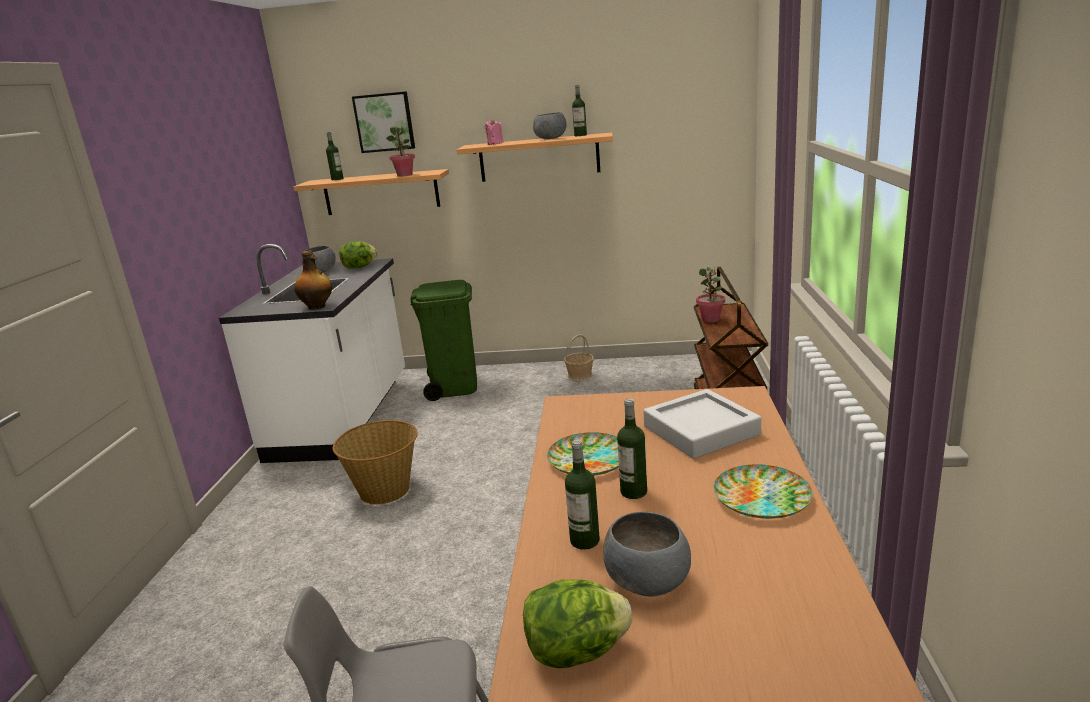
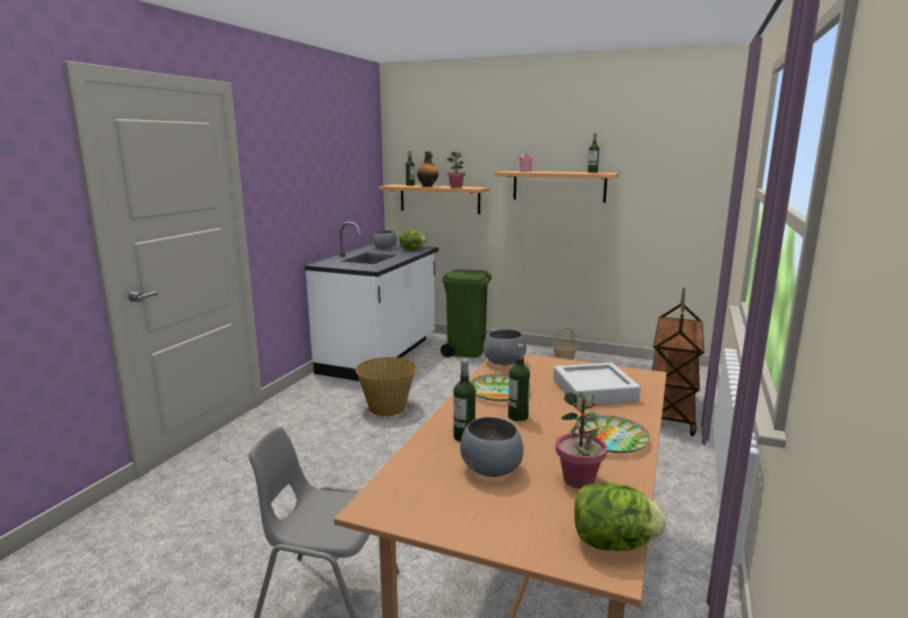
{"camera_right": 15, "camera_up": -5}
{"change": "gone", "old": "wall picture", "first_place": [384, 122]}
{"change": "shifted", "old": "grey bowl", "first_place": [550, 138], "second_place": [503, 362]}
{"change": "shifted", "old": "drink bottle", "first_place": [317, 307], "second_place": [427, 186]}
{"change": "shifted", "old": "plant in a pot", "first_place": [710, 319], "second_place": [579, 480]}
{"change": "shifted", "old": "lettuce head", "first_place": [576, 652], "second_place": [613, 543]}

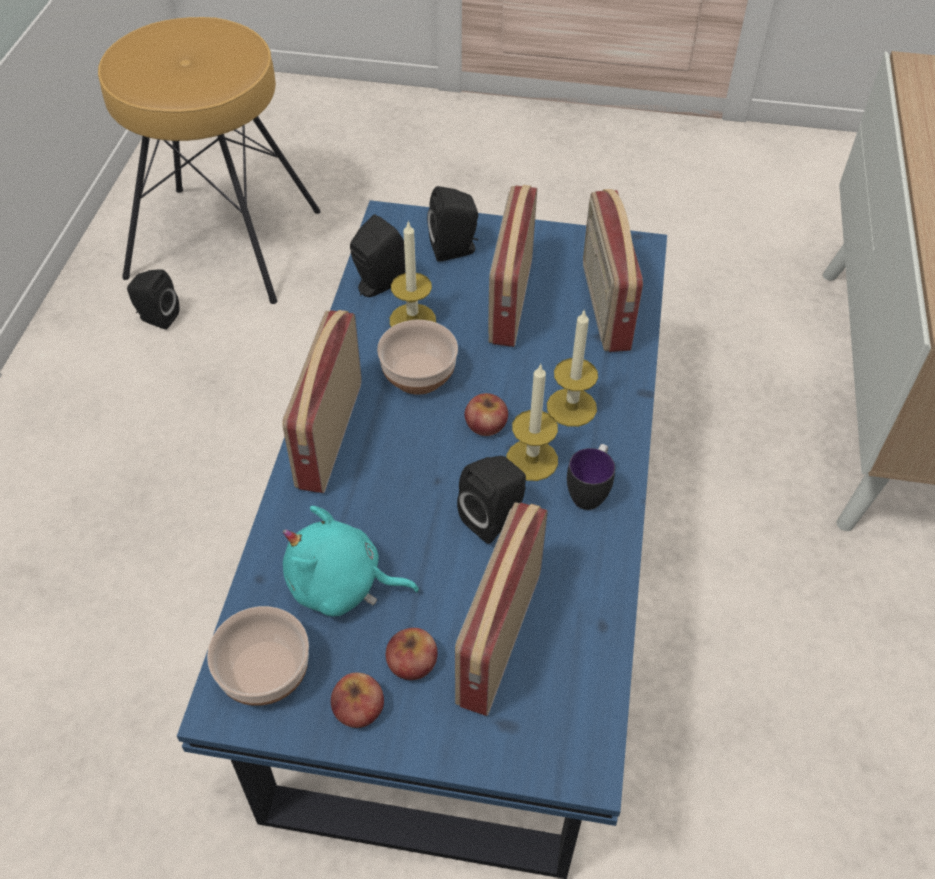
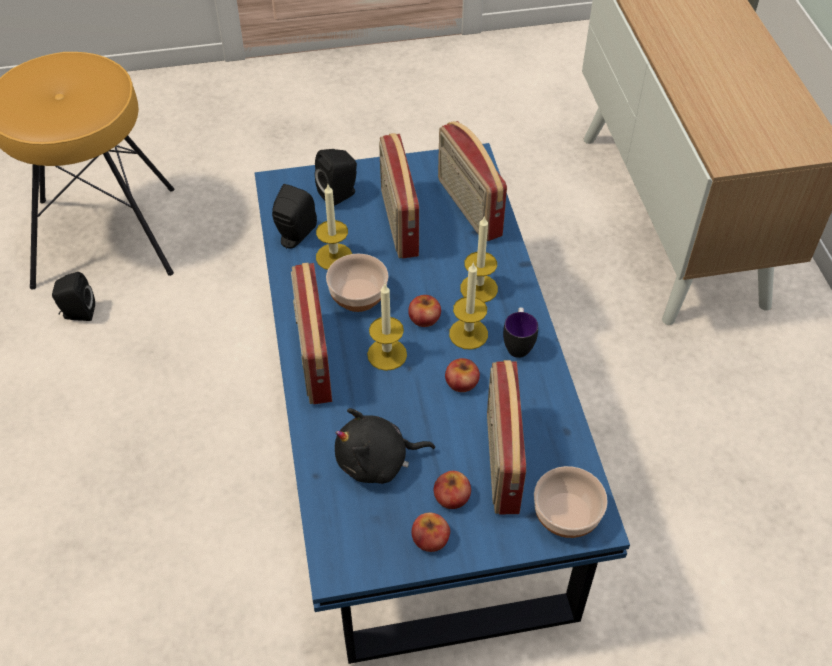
{"camera_right": -20, "camera_up": 0}
{"change": "swapped", "old": "blackish audio speaker", "new": "apple fruit", "first_place": [494, 518], "second_place": [462, 382]}
{"change": "repainted", "old": "blue-green cuddly toy", "new": "blackish cuddly toy", "first_place": [341, 585], "second_place": [377, 461]}
{"change": "shifted", "old": "bowl", "first_place": [266, 671], "second_place": [566, 514]}
{"change": "new", "new": "wax candle", "second_place": [387, 354]}

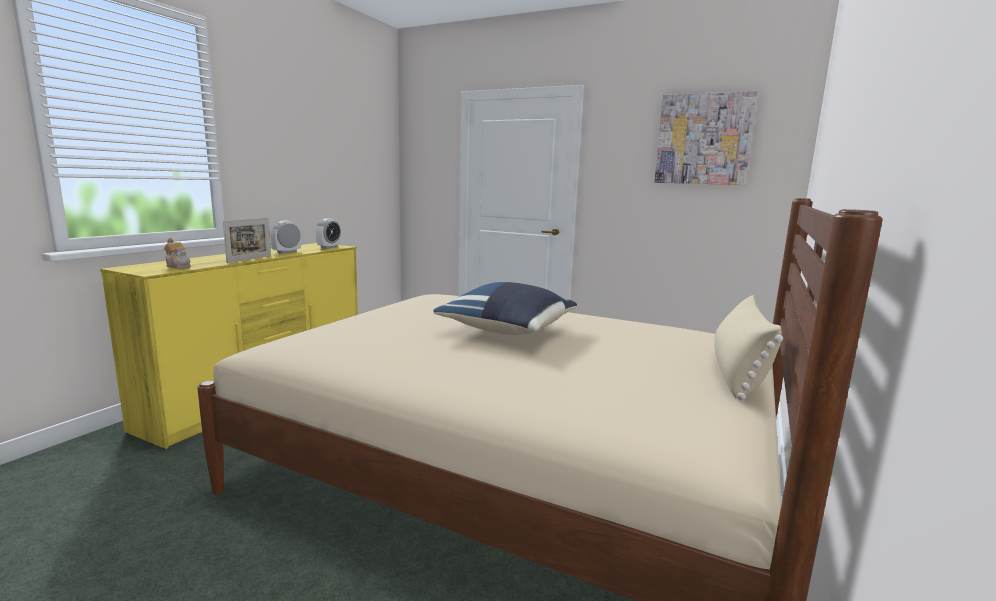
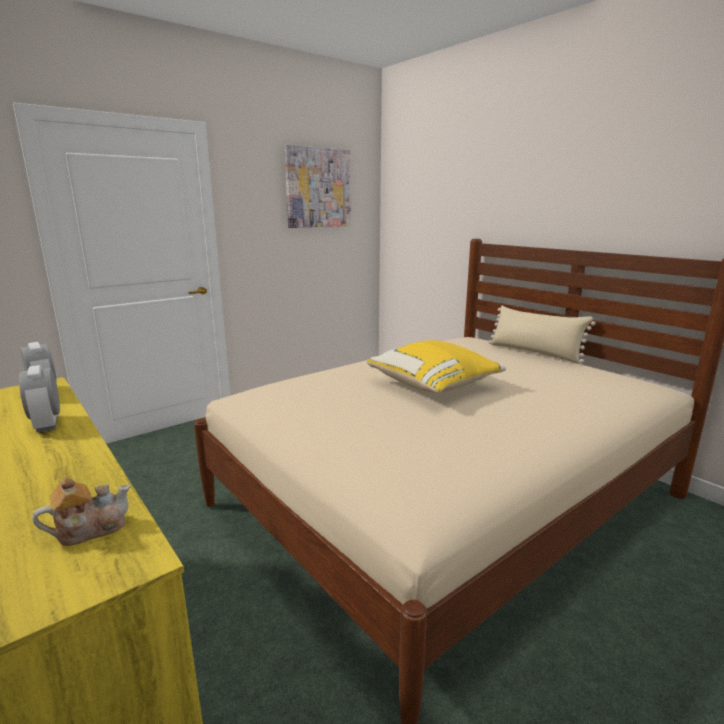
{"camera_right": -65, "camera_up": 5}
{"change": "gone", "old": "picture frame", "first_place": [249, 259]}
{"change": "repainted", "old": "bluish cushion", "new": "yellowish cushion", "first_place": [508, 331], "second_place": [435, 386]}

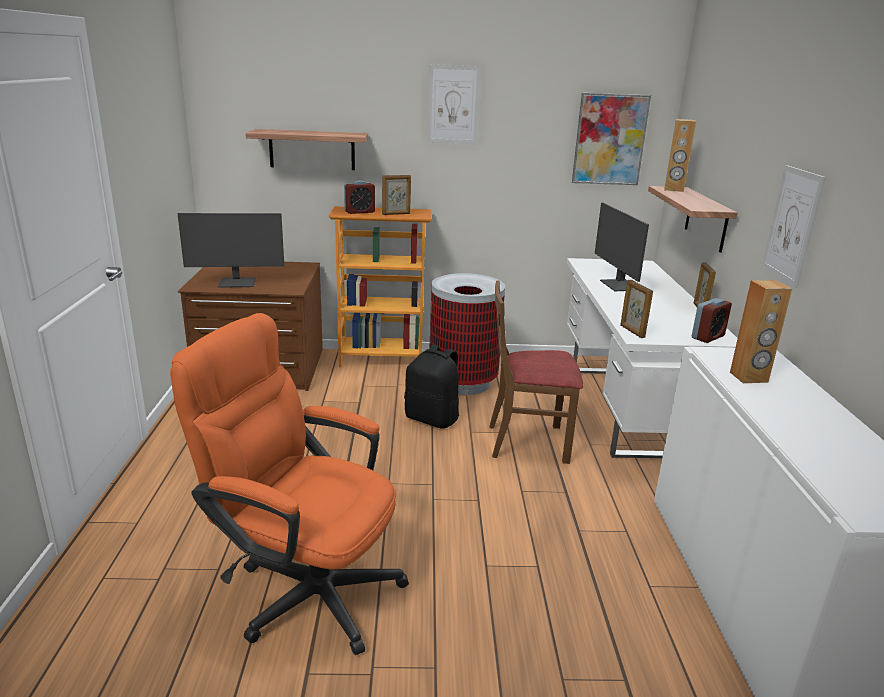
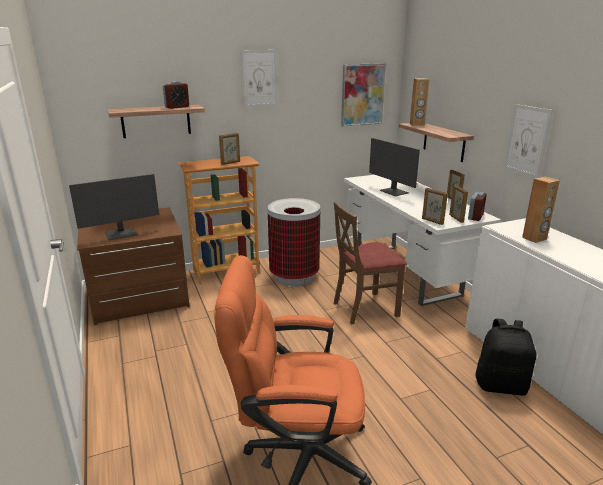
{"camera_right": -20, "camera_up": 0}
{"change": "shifted", "old": "table clock", "first_place": [359, 212], "second_place": [177, 107]}
{"change": "shifted", "old": "blackish knapsack", "first_place": [433, 419], "second_place": [501, 385]}
{"change": "new", "new": "picture frame", "second_place": [456, 218]}

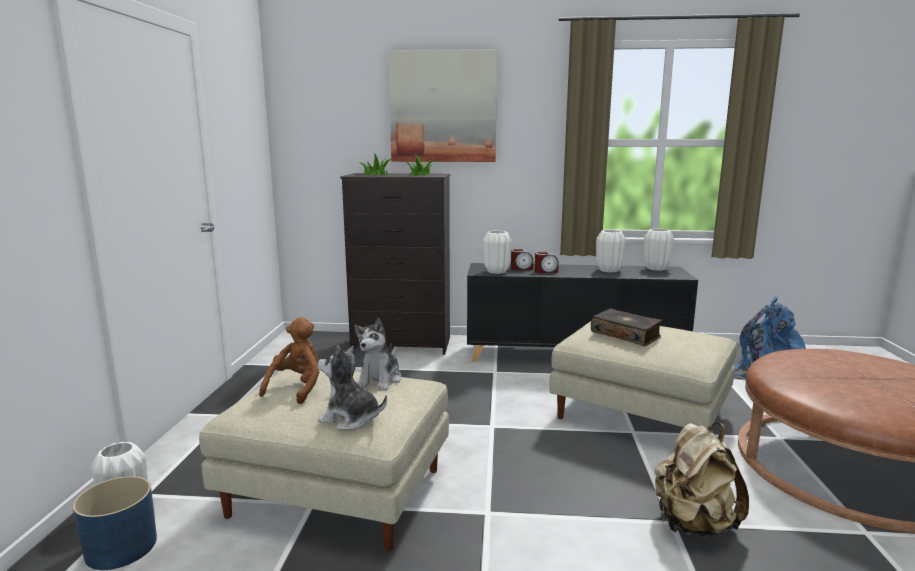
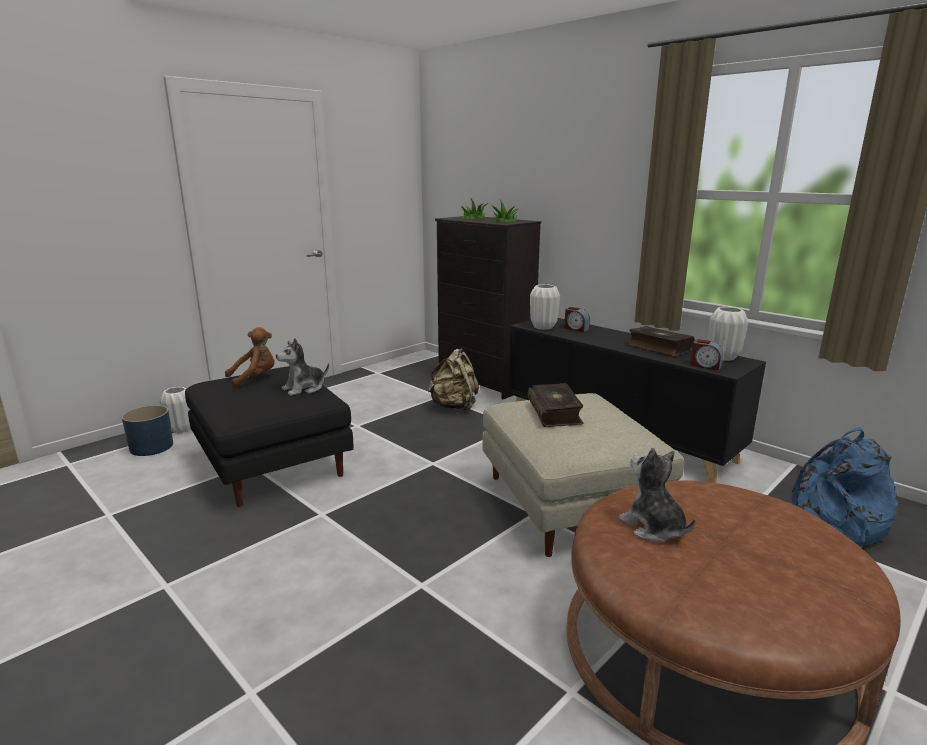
{"camera_right": 40, "camera_up": 5}
{"change": "gone", "old": "wall picture", "first_place": [443, 107]}
{"change": "swapped", "old": "whitish flower vase", "new": "volume", "first_place": [608, 270], "second_place": [659, 348]}
{"change": "shifted", "old": "table clock", "first_place": [546, 271], "second_place": [705, 366]}
{"change": "shifted", "old": "cuddly toy", "first_place": [350, 419], "second_place": [653, 528]}
{"change": "repainted", "old": "sand-coloured ottoman", "new": "blackish ottoman", "first_place": [340, 492], "second_place": [273, 464]}
{"change": "shifted", "old": "sand-coloured knapsack", "first_place": [693, 524], "second_place": [454, 407]}

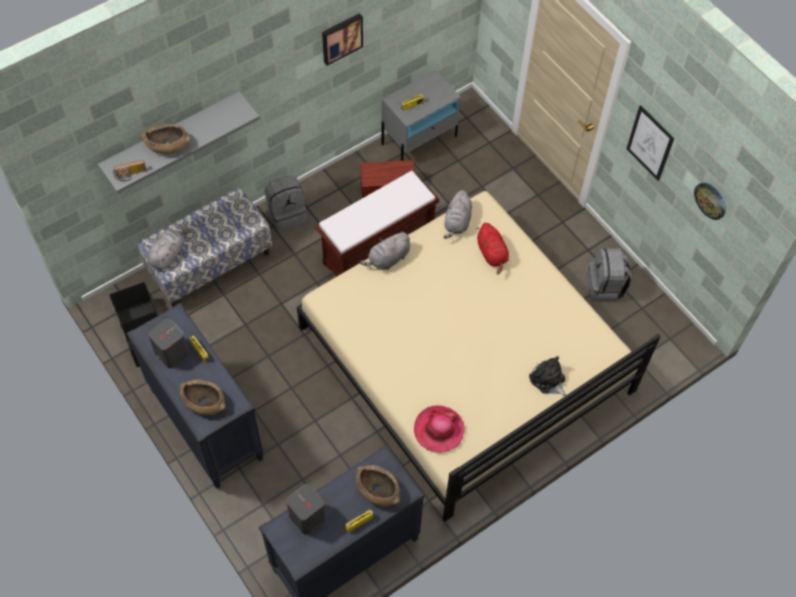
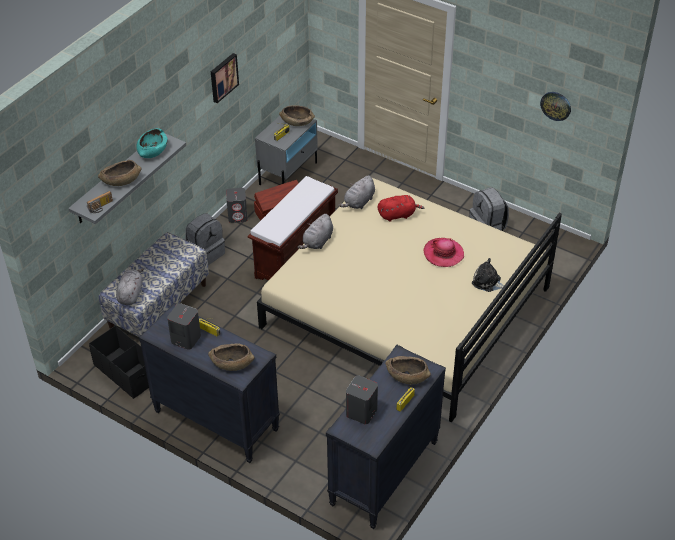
{"camera_right": -20, "camera_up": -15}
{"change": "gone", "old": "wall picture", "first_place": [650, 143]}
{"change": "rotated", "old": "grey cuddly toy", "first_place": [457, 222], "second_place": [359, 202], "degrees": 45}
{"change": "rotated", "old": "reddish cuddly toy", "first_place": [492, 254], "second_place": [398, 215], "degrees": -60}
{"change": "shifted", "old": "wearable hat", "first_place": [438, 430], "second_place": [443, 254]}
{"change": "new", "new": "brown-coloured bowl", "second_place": [297, 122]}
{"change": "new", "new": "blue-green bowl", "second_place": [152, 150]}
{"change": "new", "new": "grey audio speaker", "second_place": [238, 216]}

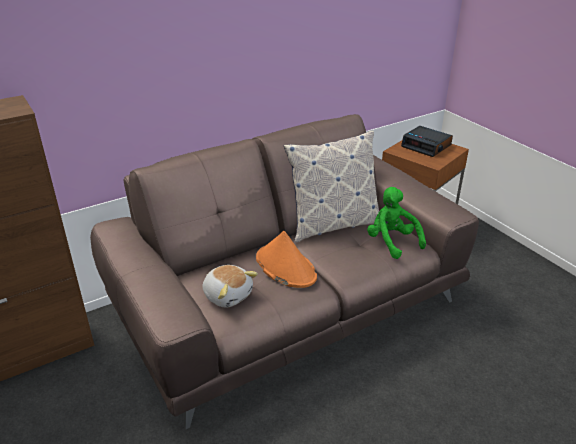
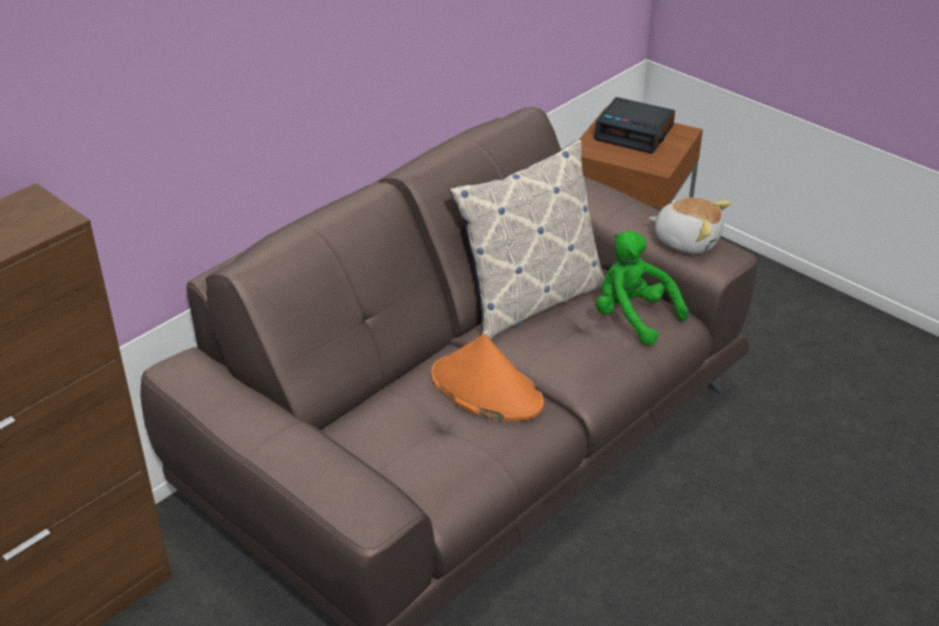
{"camera_right": -15, "camera_up": 5}
{"change": "shifted", "old": "cuddly toy", "first_place": [228, 295], "second_place": [687, 240]}

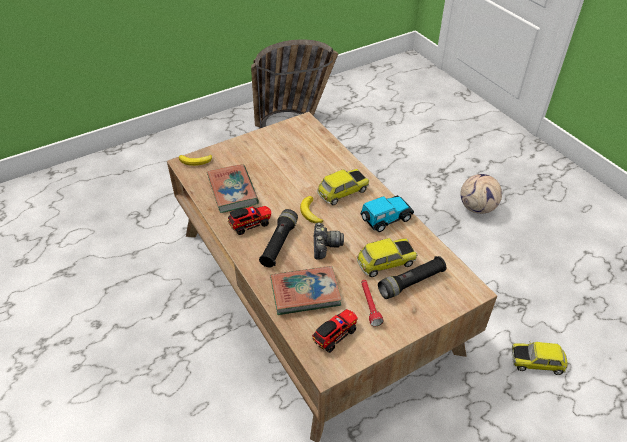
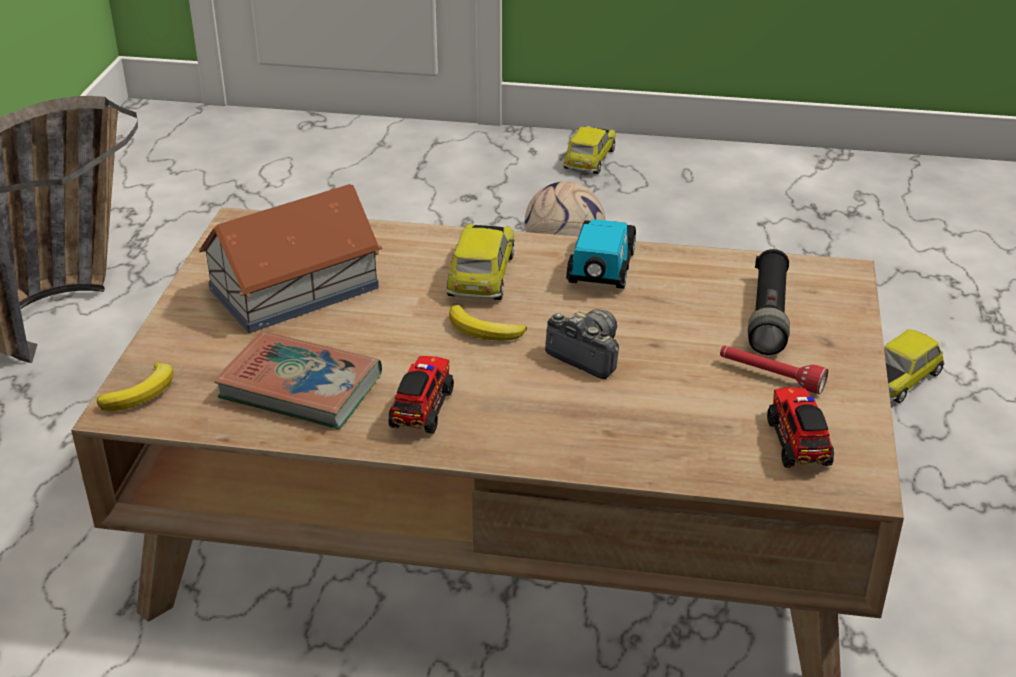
{"camera_right": -50, "camera_up": -10}
{"change": "gone", "old": "blackish flashlight", "first_place": [279, 244]}
{"change": "shifted", "old": "toy car", "first_place": [385, 262], "second_place": [590, 159]}
{"change": "gone", "old": "volume", "first_place": [305, 293]}
{"change": "new", "new": "miniature house", "second_place": [292, 288]}

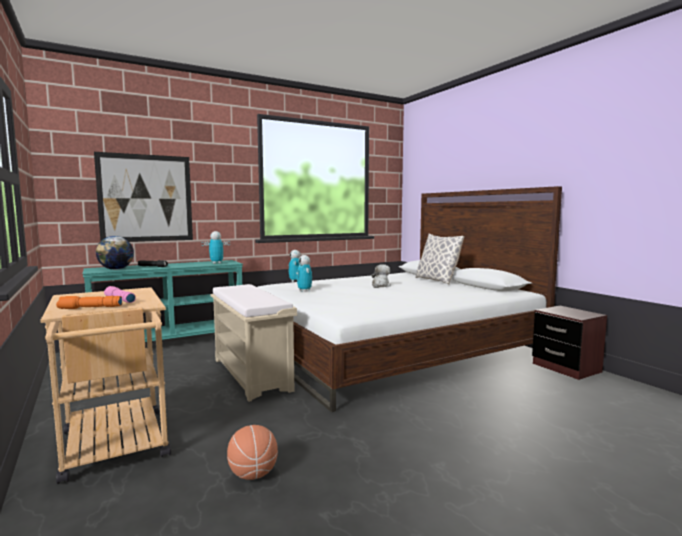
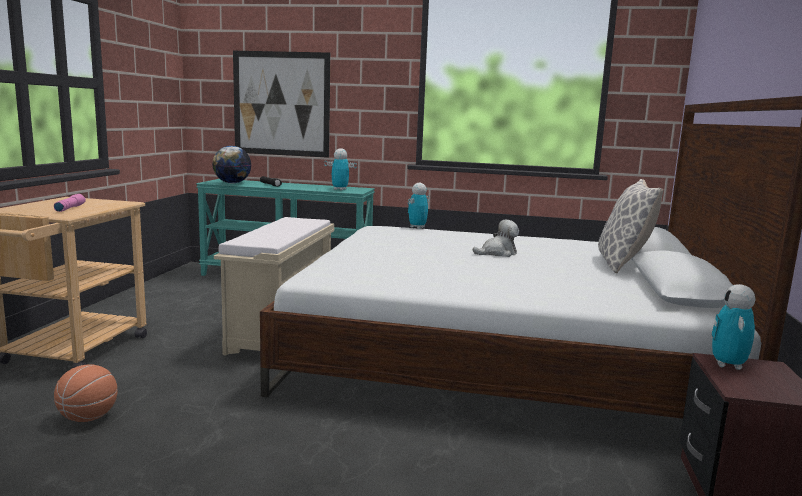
{"camera_right": 40, "camera_up": 5}
{"change": "shifted", "old": "robot figure", "first_place": [304, 290], "second_place": [728, 365]}
{"change": "gone", "old": "orangey flashlight", "first_place": [90, 308]}

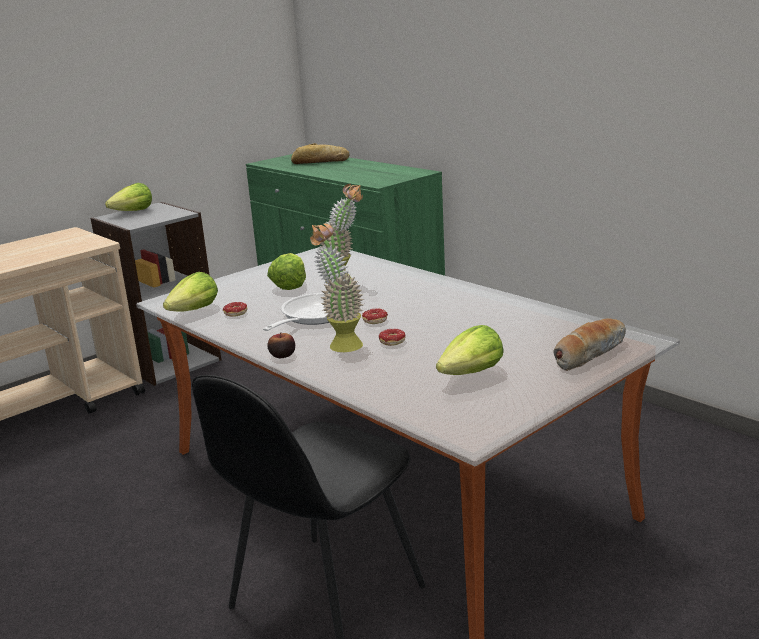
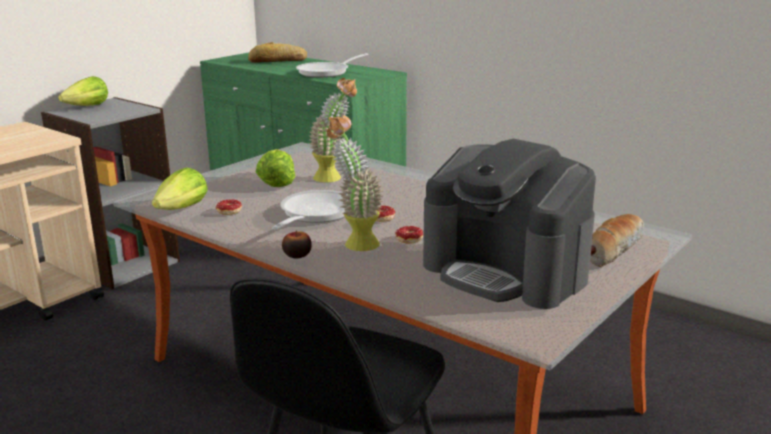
{"camera_right": -10, "camera_up": 0}
{"change": "swapped", "old": "lettuce head", "new": "coffee brewer", "first_place": [471, 374], "second_place": [506, 271]}
{"change": "new", "new": "skillet", "second_place": [327, 72]}

